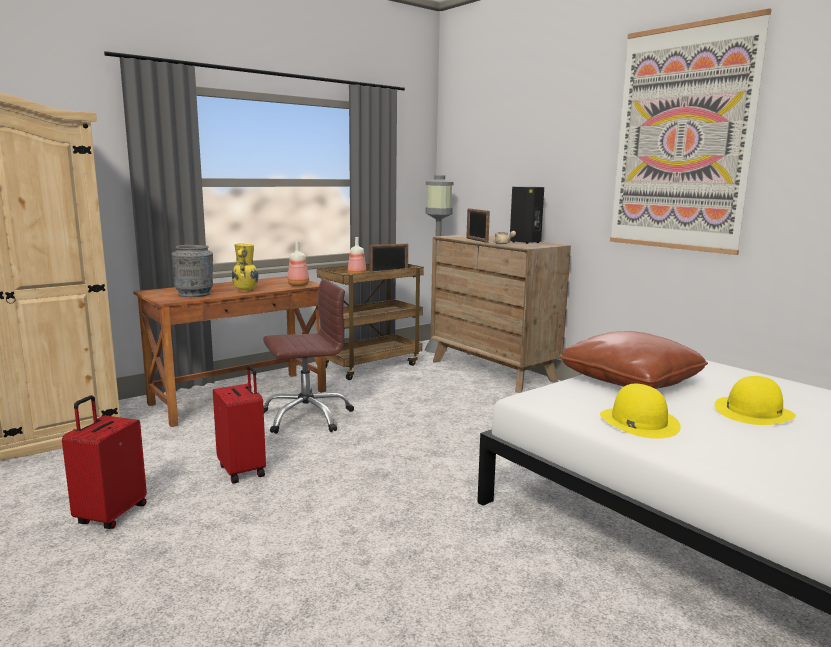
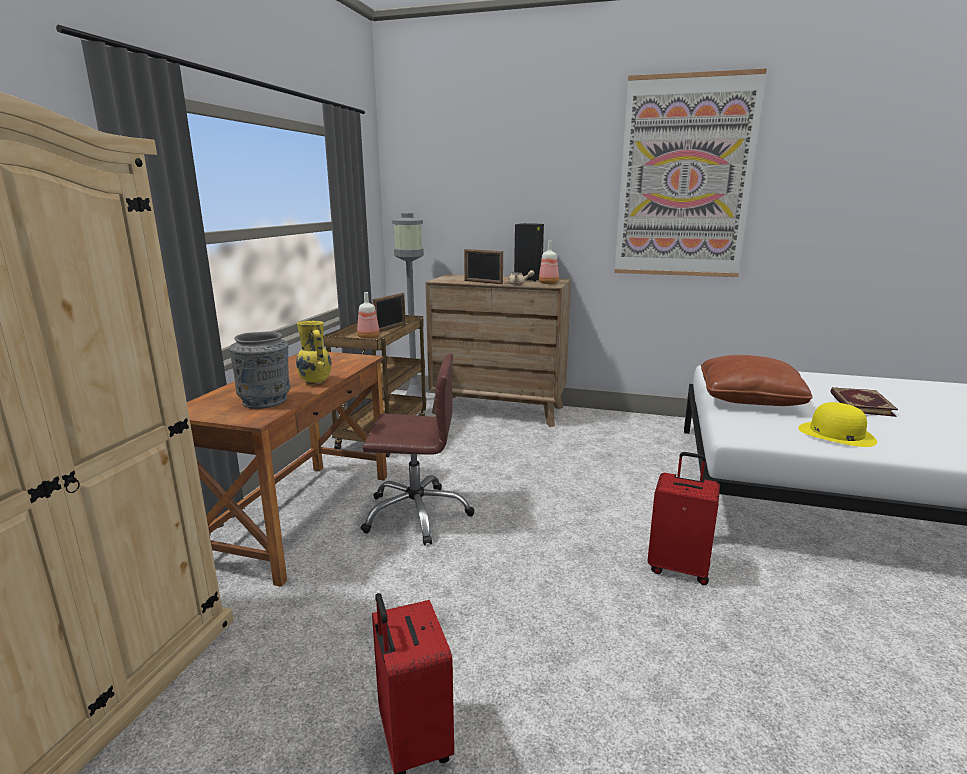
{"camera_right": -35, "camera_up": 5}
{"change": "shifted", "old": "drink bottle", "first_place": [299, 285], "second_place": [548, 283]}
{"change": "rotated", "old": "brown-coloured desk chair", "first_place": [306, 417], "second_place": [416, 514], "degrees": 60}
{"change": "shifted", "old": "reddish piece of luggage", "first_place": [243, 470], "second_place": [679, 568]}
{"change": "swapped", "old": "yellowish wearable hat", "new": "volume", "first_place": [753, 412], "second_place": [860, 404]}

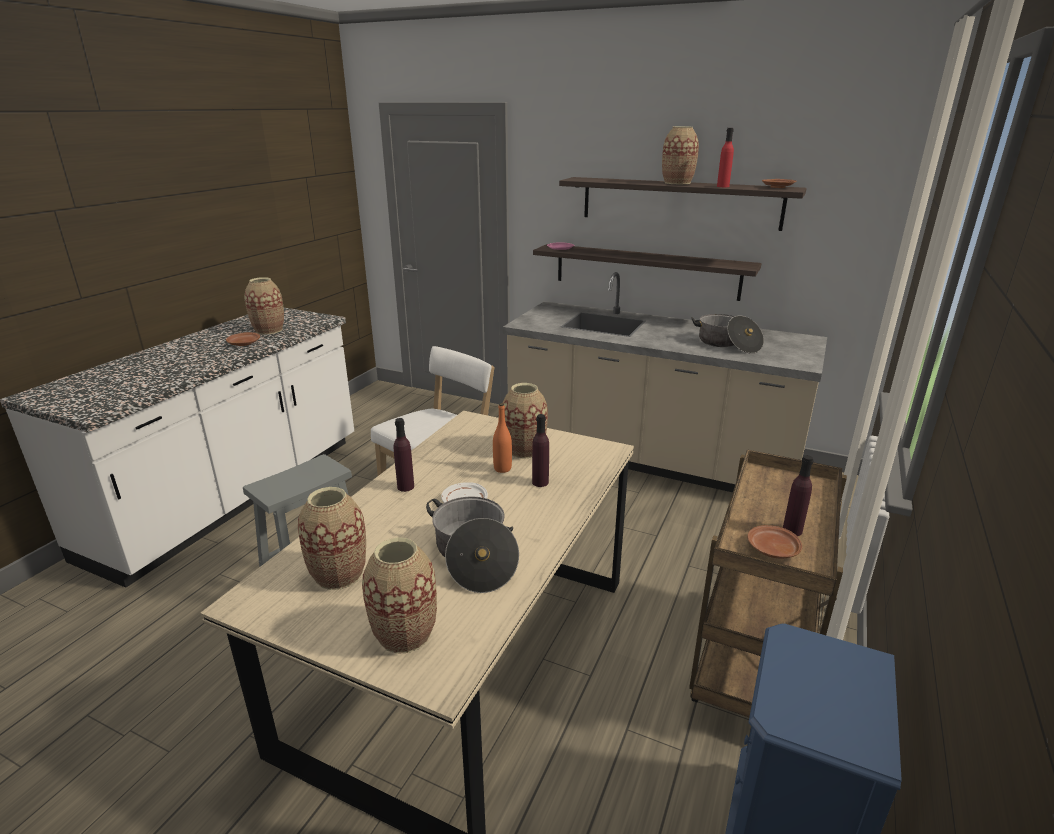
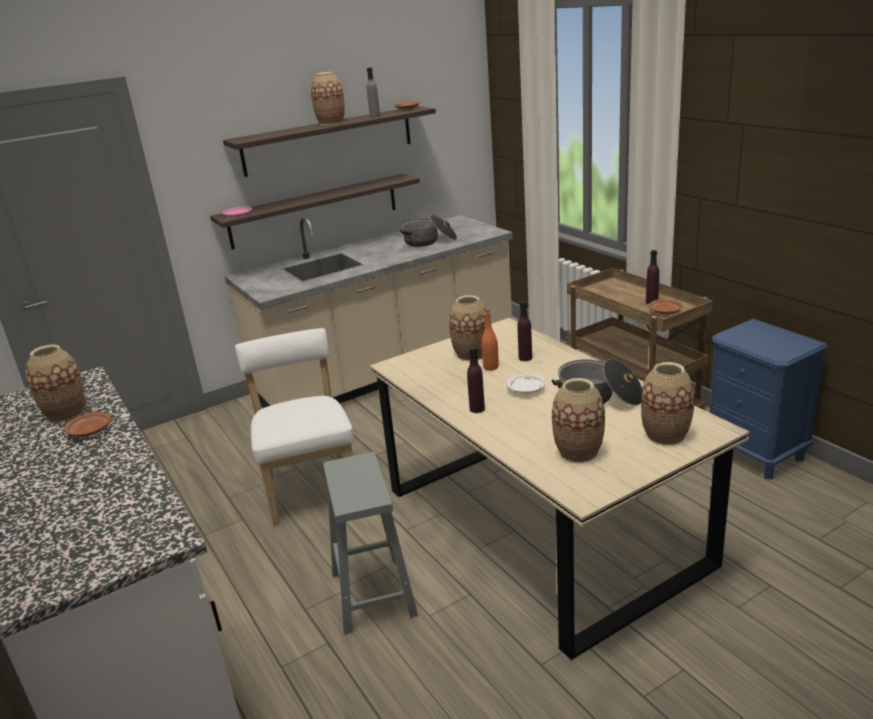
{"camera_right": -55, "camera_up": 0}
{"change": "repainted", "old": "reddish drink bottle", "new": "grey drink bottle", "first_place": [723, 186], "second_place": [375, 117]}

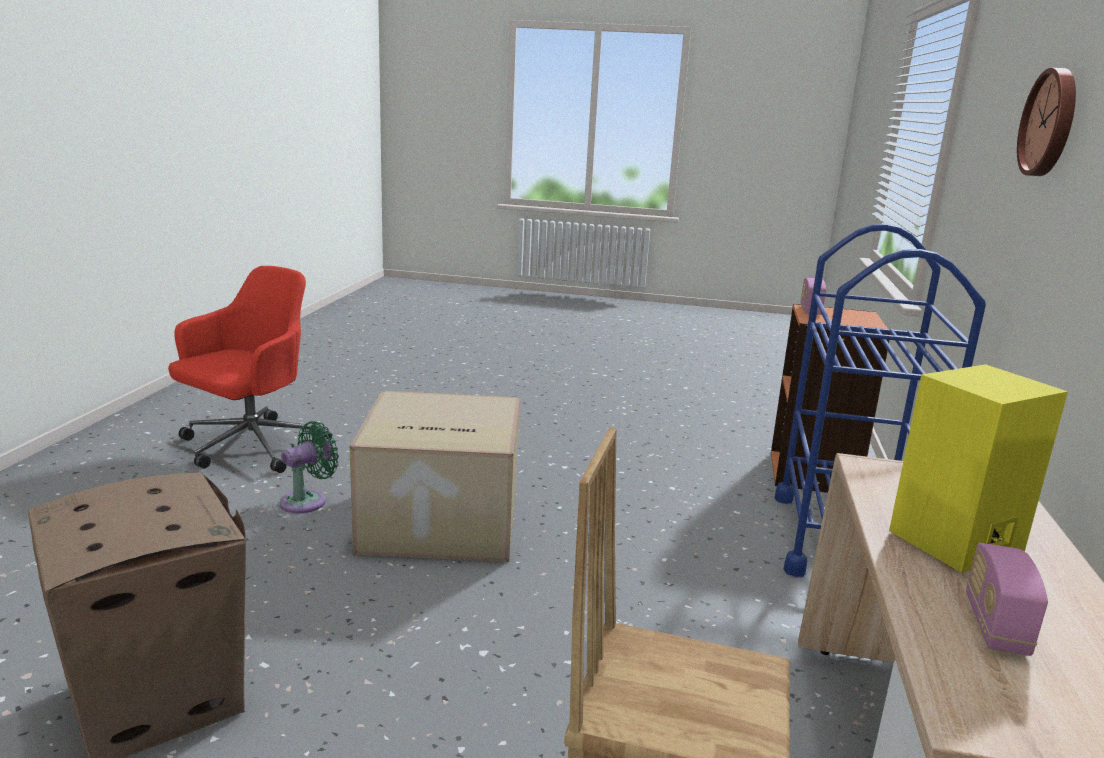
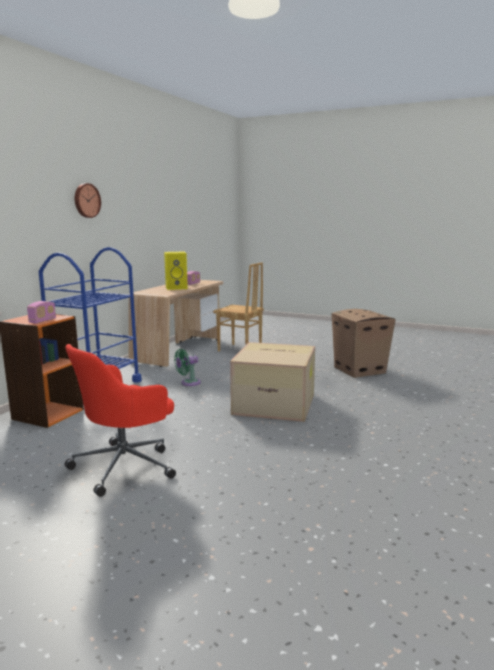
{"camera_right": -165, "camera_up": -5}
{"change": "shifted", "old": "reddish desk chair", "first_place": [250, 447], "second_place": [125, 466]}
{"change": "shifted", "old": "green-coloured electric fan", "first_place": [307, 501], "second_place": [188, 383]}

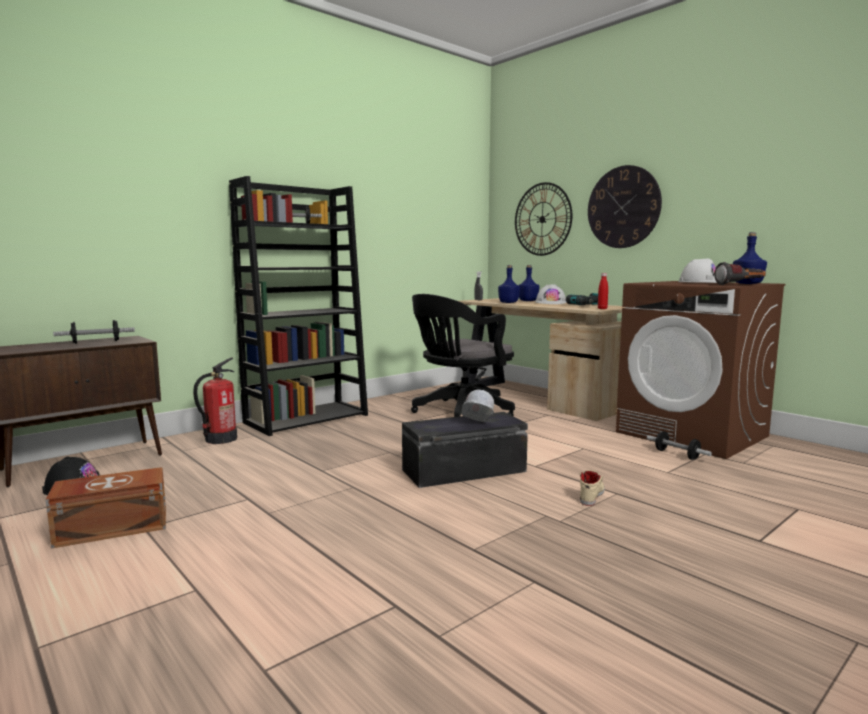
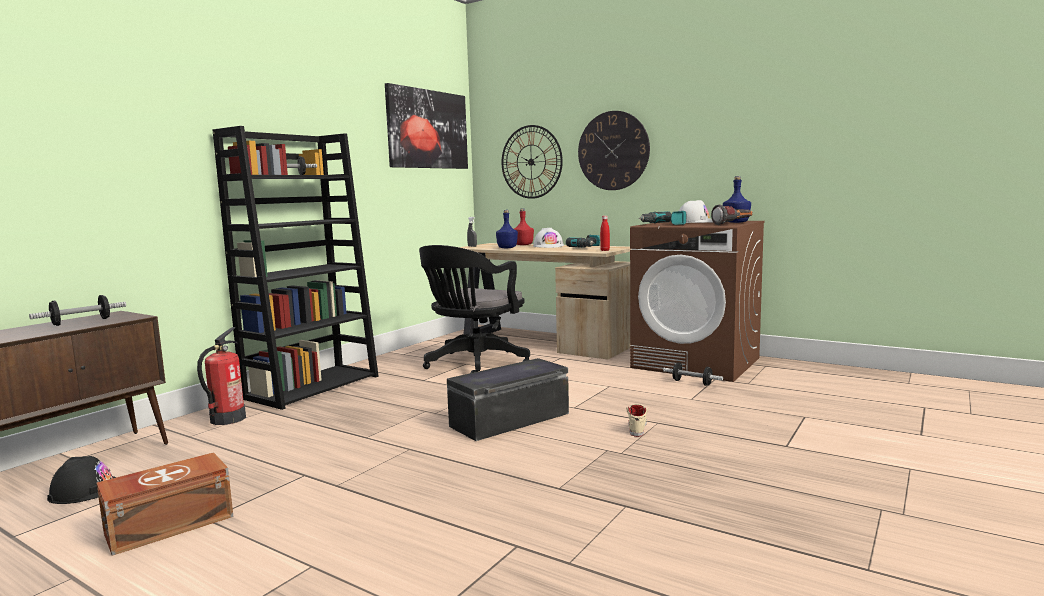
{"camera_right": -15, "camera_up": 0}
{"change": "repainted", "old": "bluish drink bottle", "new": "reddish drink bottle", "first_place": [527, 301], "second_place": [523, 245]}
{"change": "gone", "old": "whitish safety helmet", "first_place": [476, 425]}
{"change": "new", "new": "wall picture", "second_place": [427, 129]}
{"change": "new", "new": "electric drill", "second_place": [663, 224]}

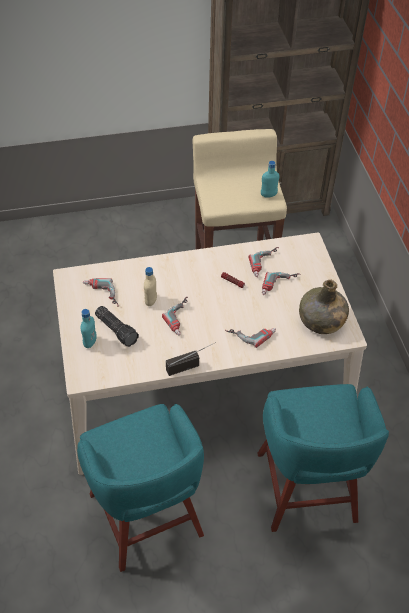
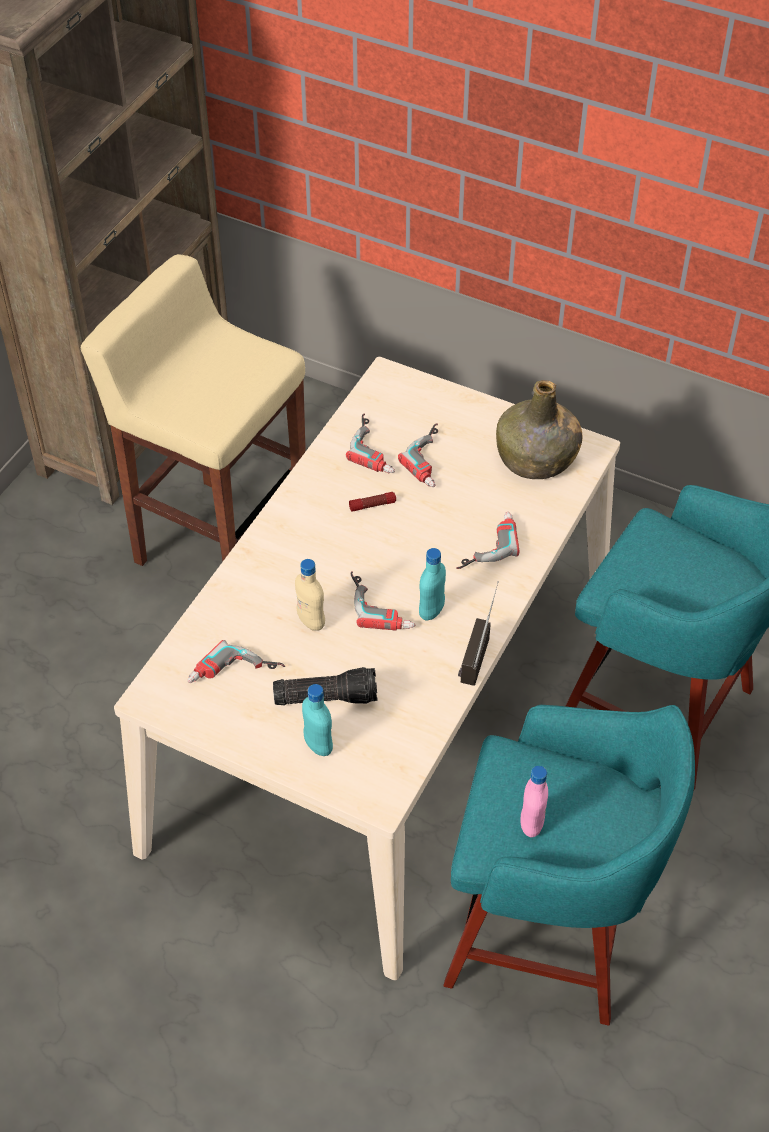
{"camera_right": -50, "camera_up": 0}
{"change": "shifted", "old": "blue-green drink bottle", "first_place": [268, 195], "second_place": [431, 610]}
{"change": "new", "new": "pinkish drink bottle", "second_place": [531, 824]}

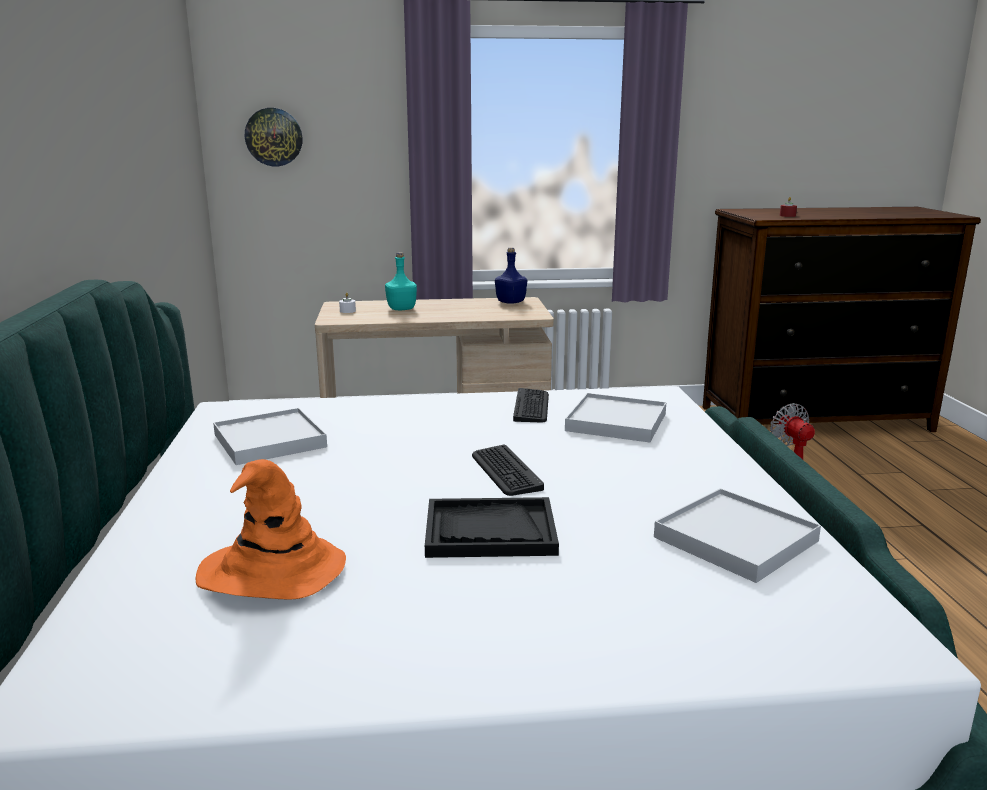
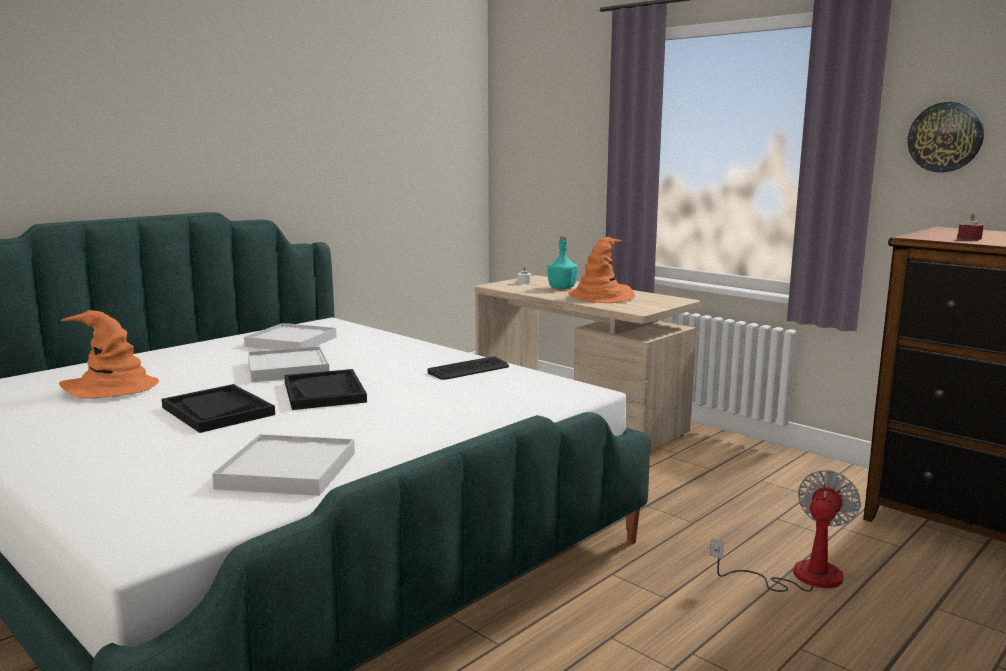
{"camera_right": 50, "camera_up": -5}
{"change": "shifted", "old": "clock on the wall", "first_place": [274, 137], "second_place": [945, 137]}
{"change": "gone", "old": "bluish drink bottle", "first_place": [510, 302]}
{"change": "shifted", "old": "whitish carrying tray", "first_place": [616, 422], "second_place": [288, 368]}
{"change": "swapped", "old": "keyboard", "new": "blackish carrying tray", "first_place": [505, 471], "second_place": [324, 392]}
{"change": "new", "new": "orangey wearable hat", "second_place": [601, 296]}

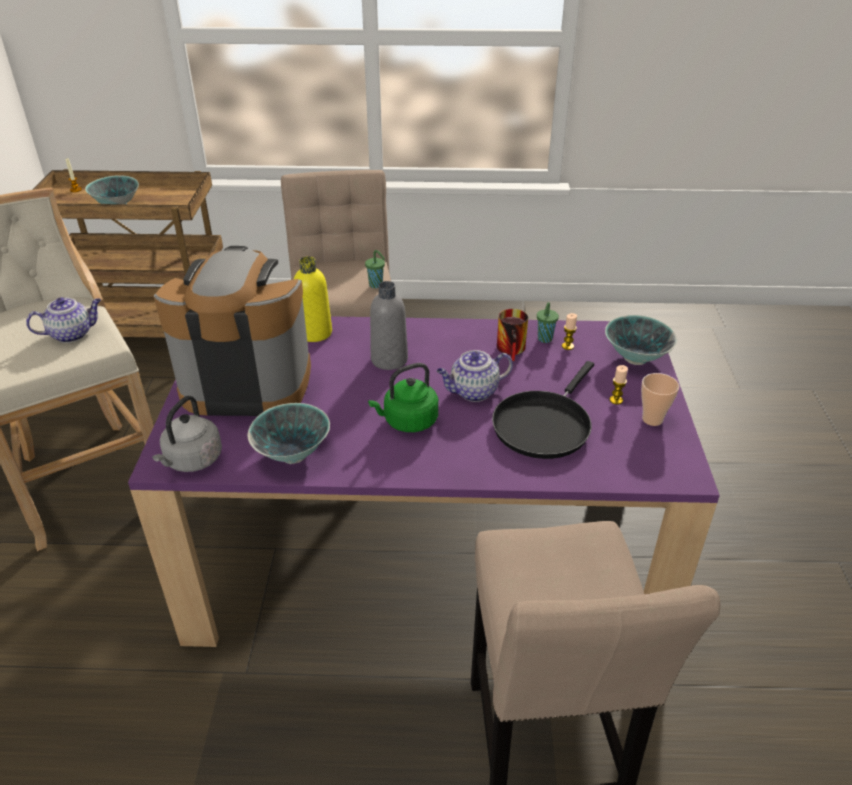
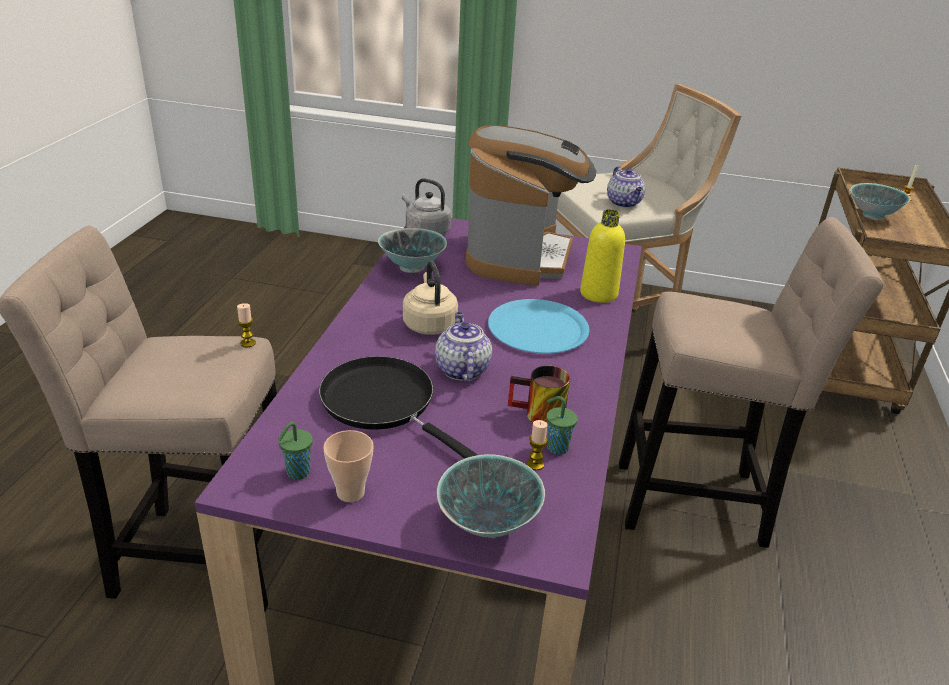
{"camera_right": 100, "camera_up": -5}
{"change": "shifted", "old": "green-coloured small cup", "first_place": [376, 285], "second_place": [297, 473]}
{"change": "swapped", "old": "grey drink bottle", "new": "bluish dinner plate", "first_place": [389, 359], "second_place": [538, 328]}
{"change": "repainted", "old": "green-coloured tea kettle", "new": "sand-coloured tea kettle", "first_place": [408, 422], "second_place": [429, 324]}
{"change": "shifted", "old": "wax candle", "first_place": [616, 400], "second_place": [248, 343]}

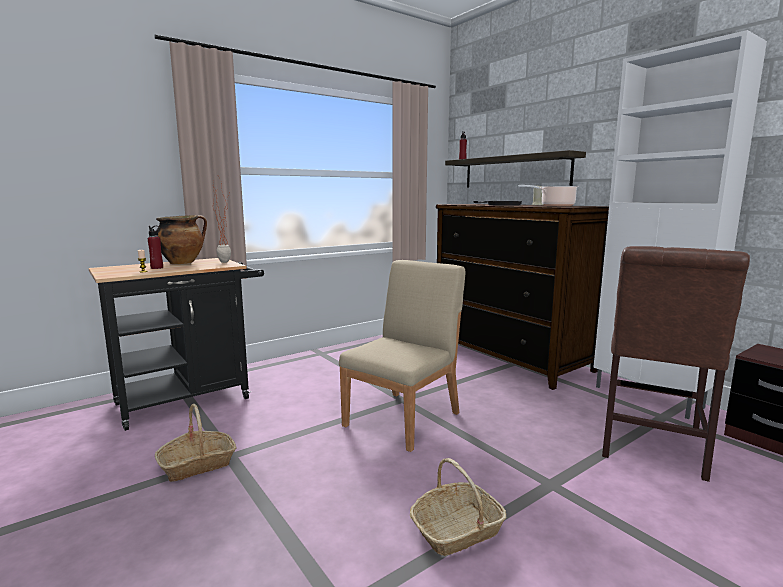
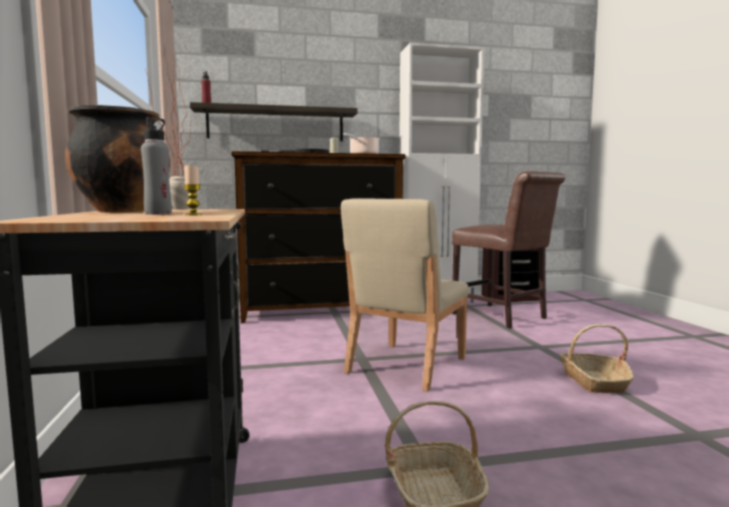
{"camera_right": -65, "camera_up": -5}
{"change": "repainted", "old": "reddish drink bottle", "new": "grey drink bottle", "first_place": [157, 268], "second_place": [158, 214]}
{"change": "rotated", "old": "sand-coloured plain chair", "first_place": [404, 418], "second_place": [405, 366], "degrees": -120}

